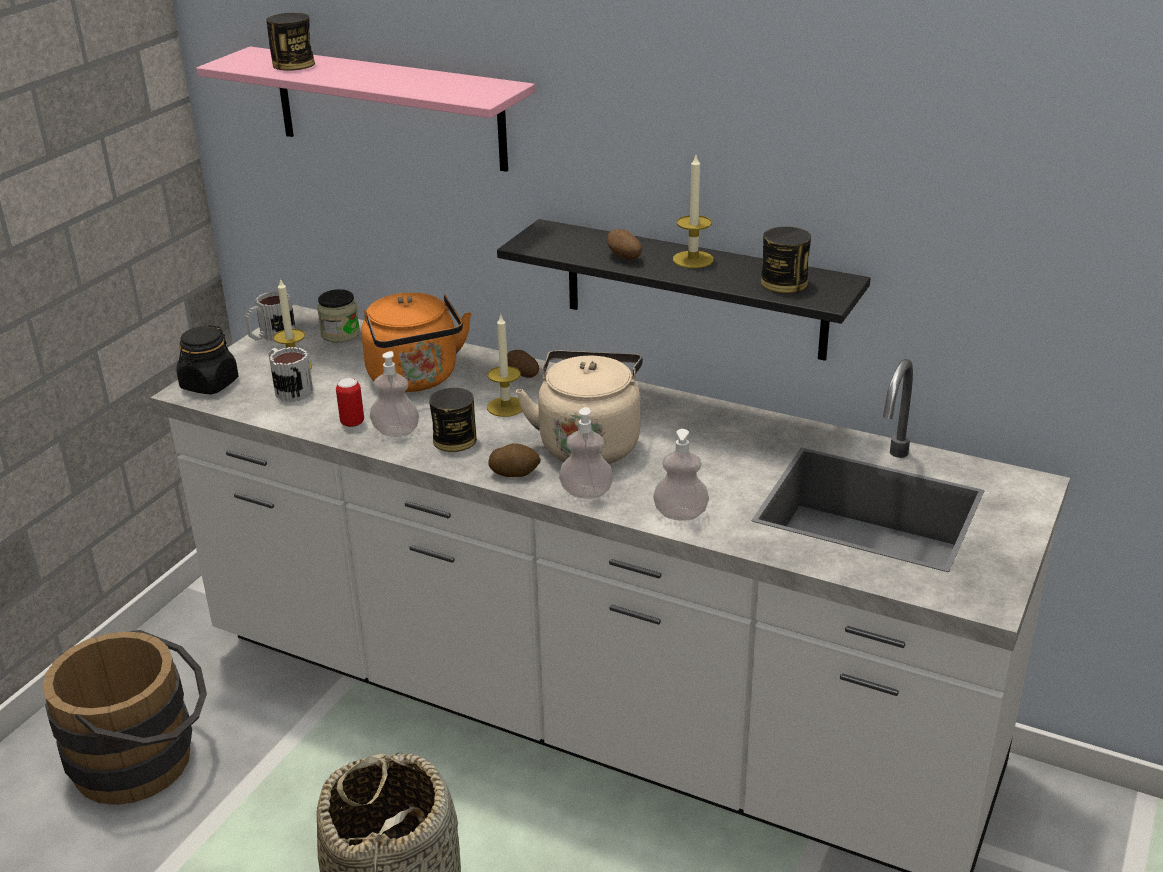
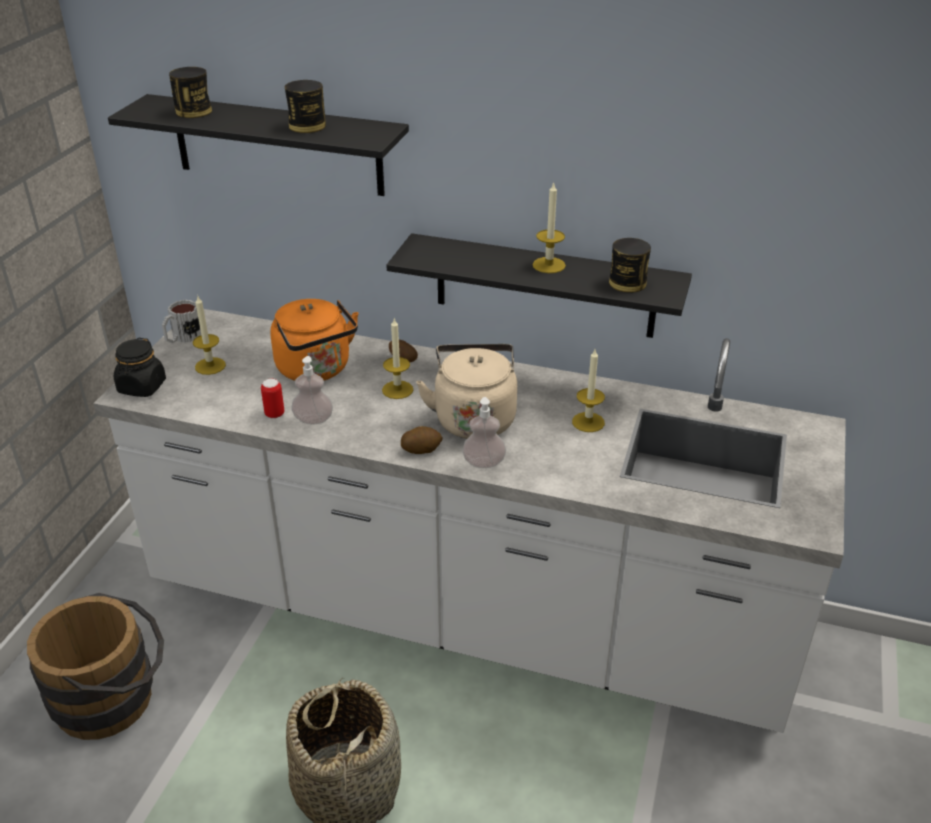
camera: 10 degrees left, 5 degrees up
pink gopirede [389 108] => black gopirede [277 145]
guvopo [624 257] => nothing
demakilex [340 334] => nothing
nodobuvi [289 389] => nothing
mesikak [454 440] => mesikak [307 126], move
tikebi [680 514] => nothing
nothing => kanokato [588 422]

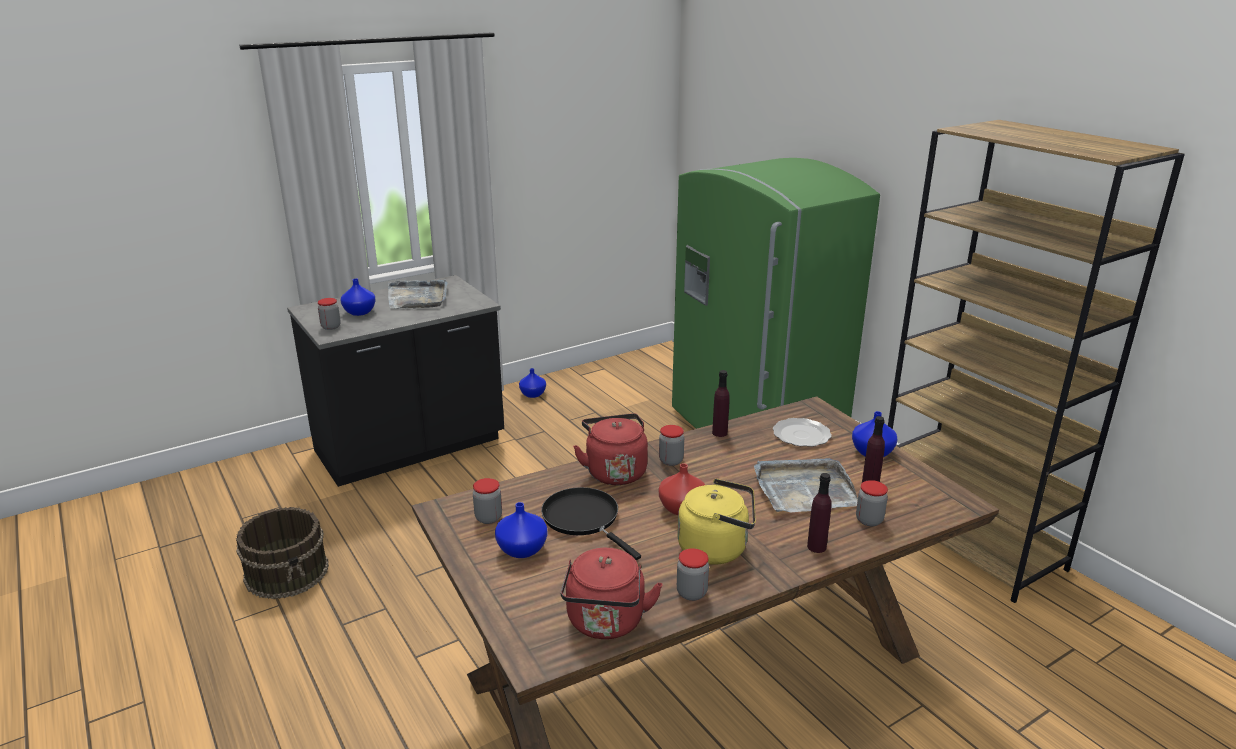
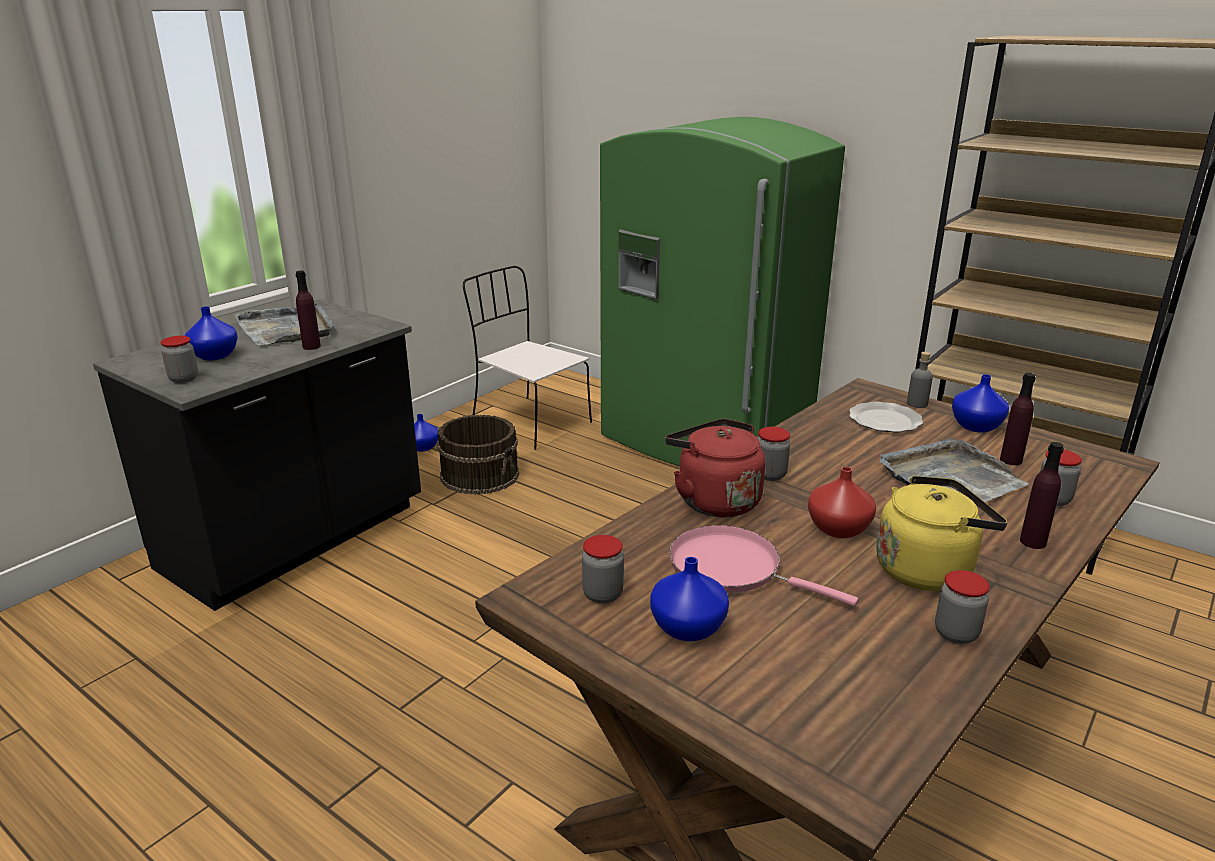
camera: 20 degrees left, 0 degrees up
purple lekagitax [719 433] => purple lekagitax [311 346], move
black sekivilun [584 519] => pink sekivilun [732 568]
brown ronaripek [287 571] => brown ronaripek [480 474], move
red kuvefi [606 623] => nothing
nothing => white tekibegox [529 422]
nothing => grey lekagitax [917 404]

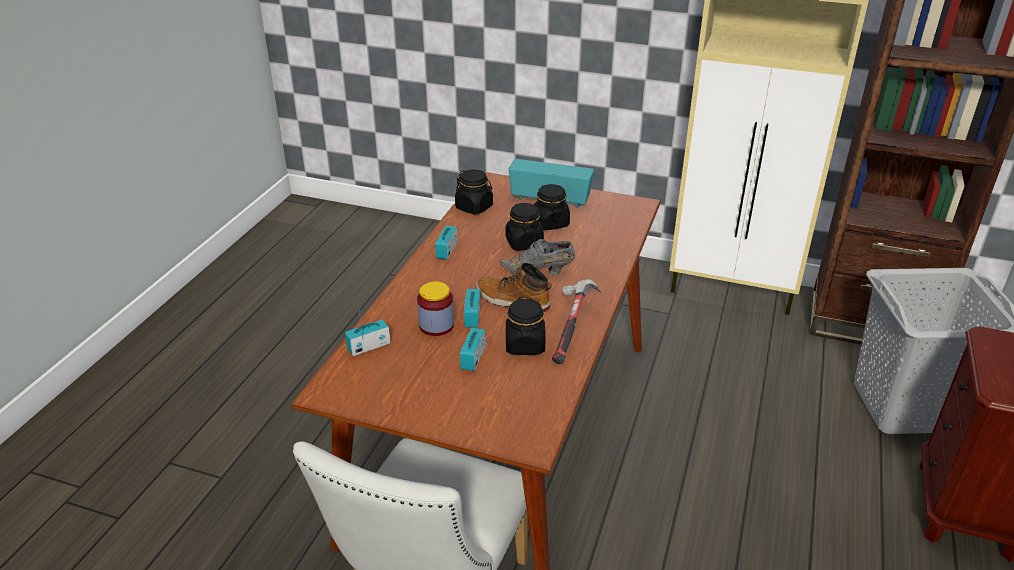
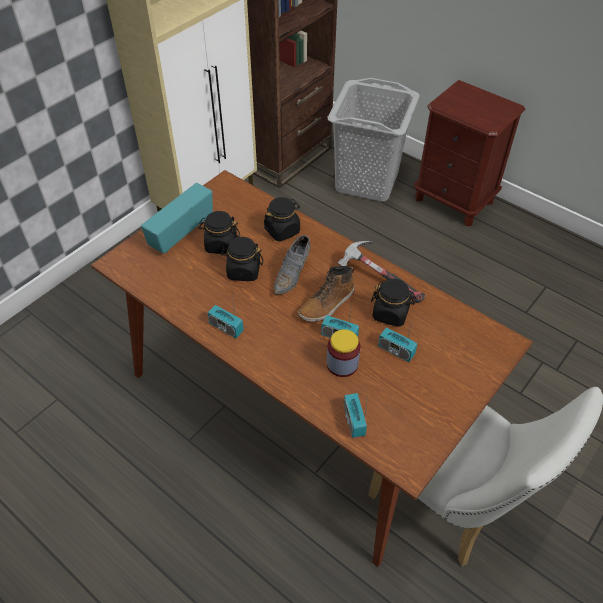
camera: 70 degrees left, 15 degrees up
black demakilex [474 207] => black demakilex [282 230], move

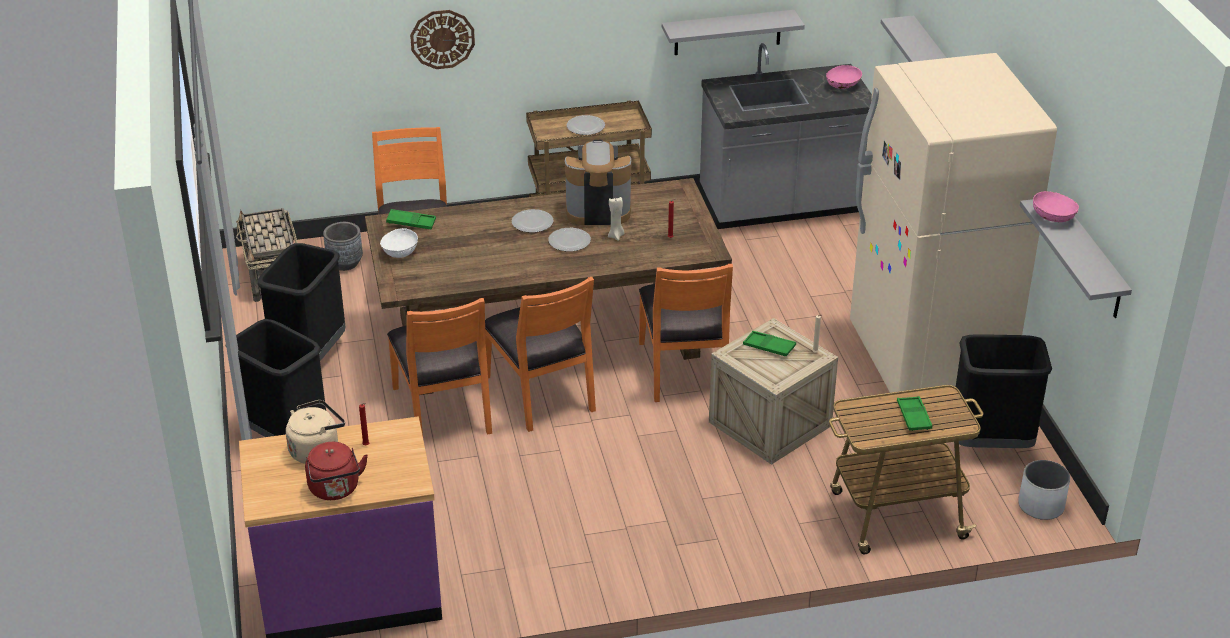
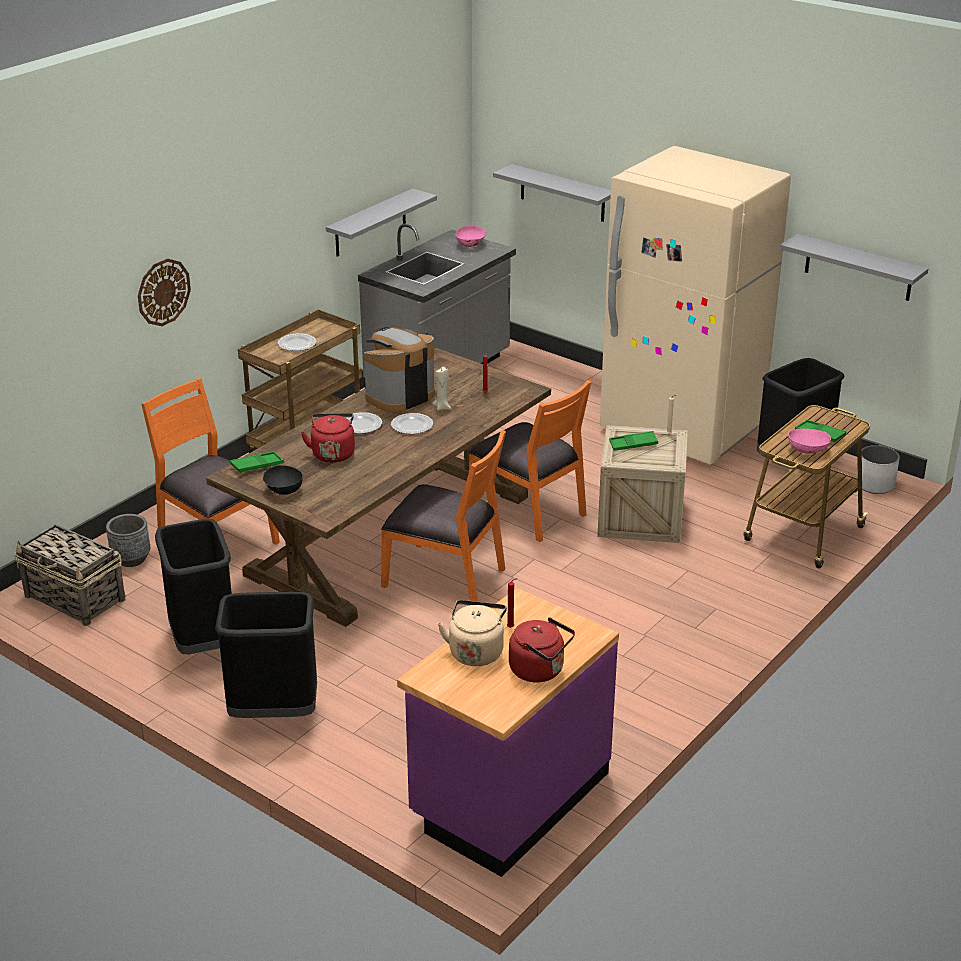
camera: 40 degrees left, 5 degrees down
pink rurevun [1053 217] => pink rurevun [807 450], move
white rurevun [400 252] => black rurevun [283 490]
orange tekibegox [444 410] => nothing
nothing => red kuvefi [333 453]

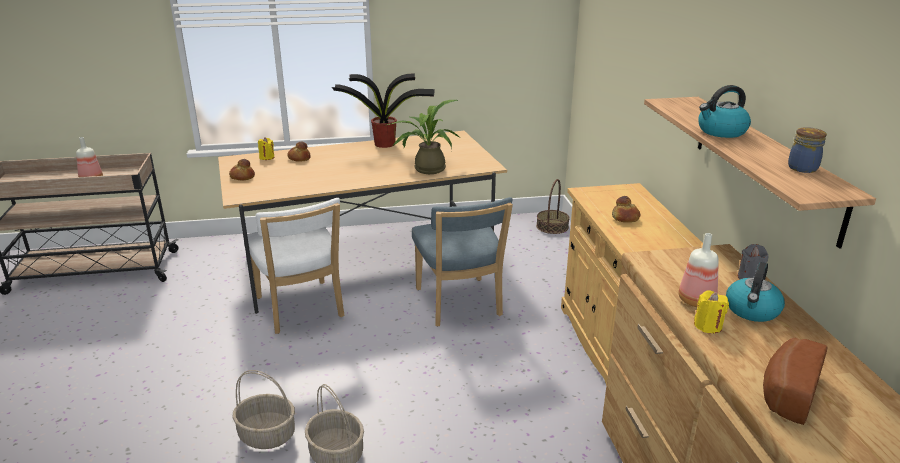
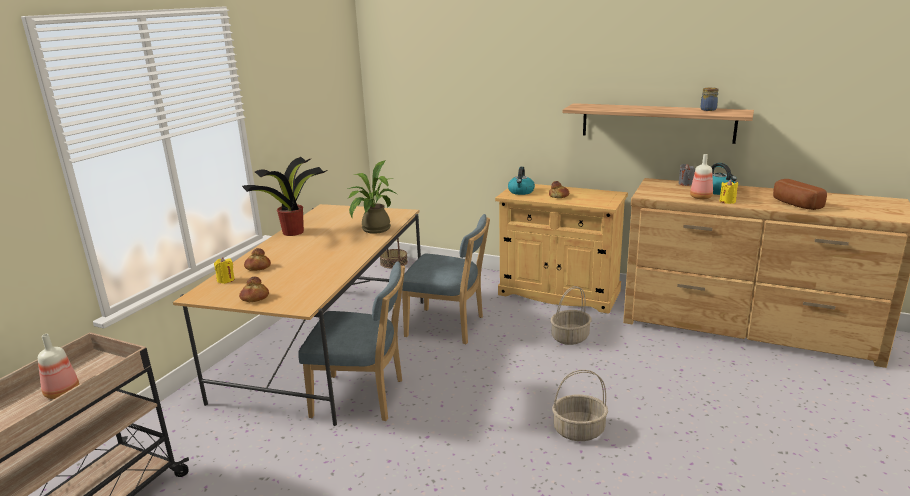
camera: 55 degrees left, 5 degrees down
kuvefi [721 131] => kuvefi [521 192], move
white tekibegox [301 309] => blue tekibegox [363 398]
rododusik [268 435] => rododusik [570 337], move

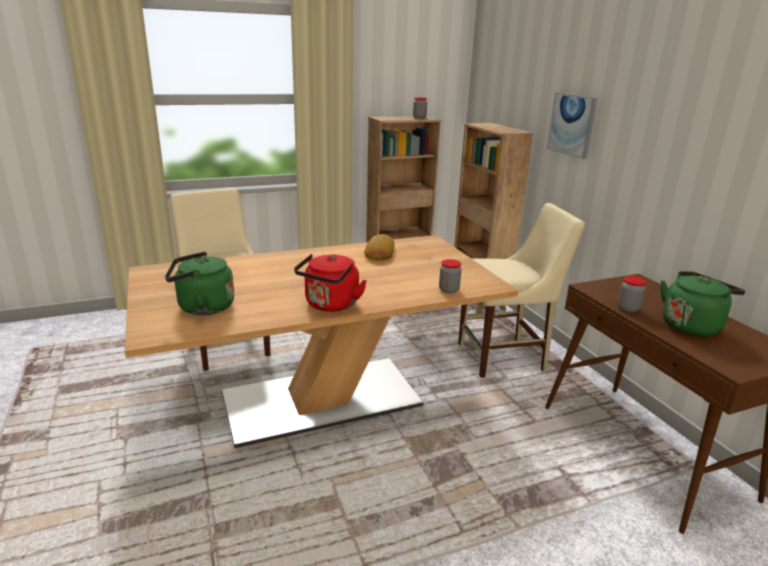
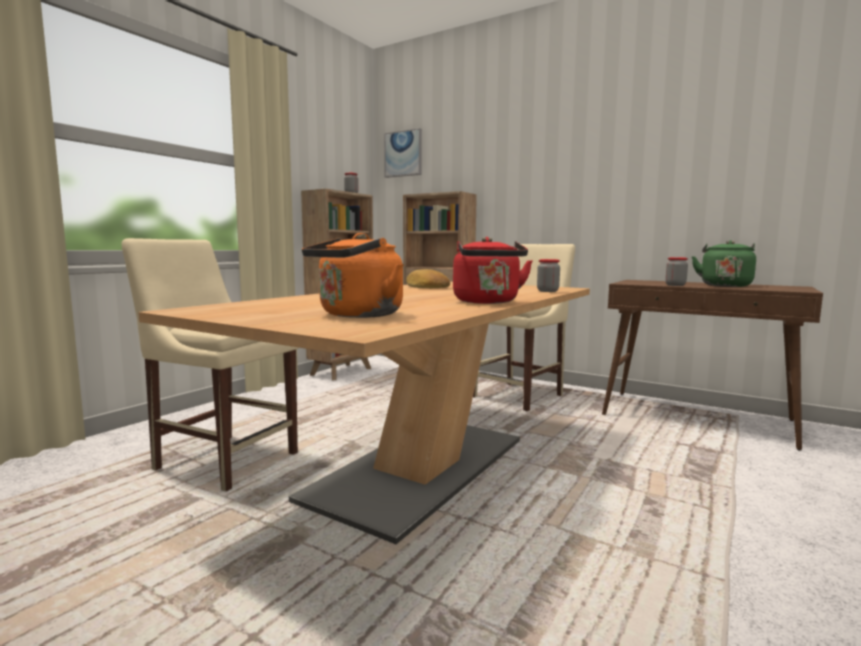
camera: 35 degrees left, 15 degrees down
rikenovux [572 124] => rikenovux [403 154], move
green kuvefi [202 307] => orange kuvefi [357 315]

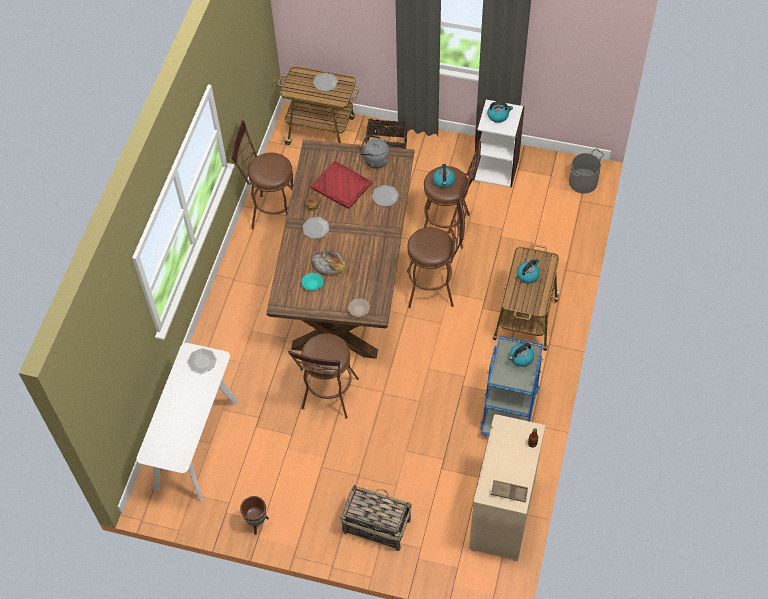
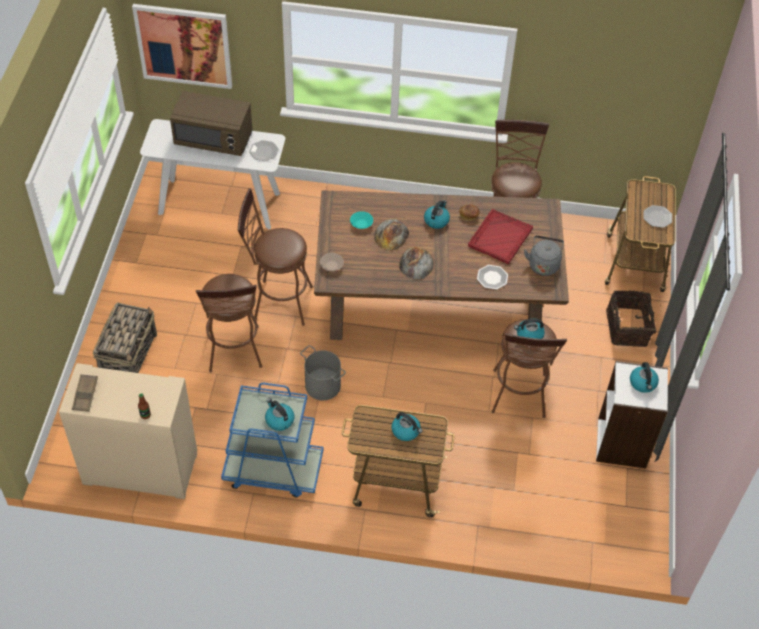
camera: 80 degrees right, 5 degrees down
grey ronaripek [583 182] => grey ronaripek [322 386], move
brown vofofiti [435 288] => brown vofofiti [234 353], move
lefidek [316 228] => kuvefi [436 220]
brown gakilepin [257 522] => nothing
nothing => rikenovux [184 45]
nothing => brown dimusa [214 139]
nothing => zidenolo [416 263]

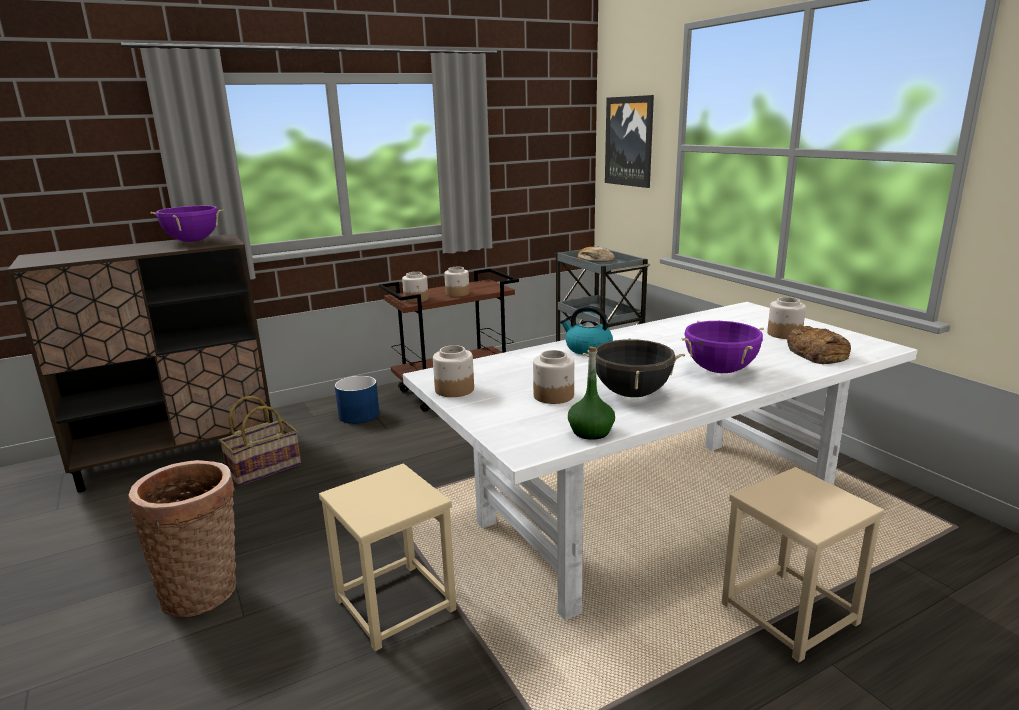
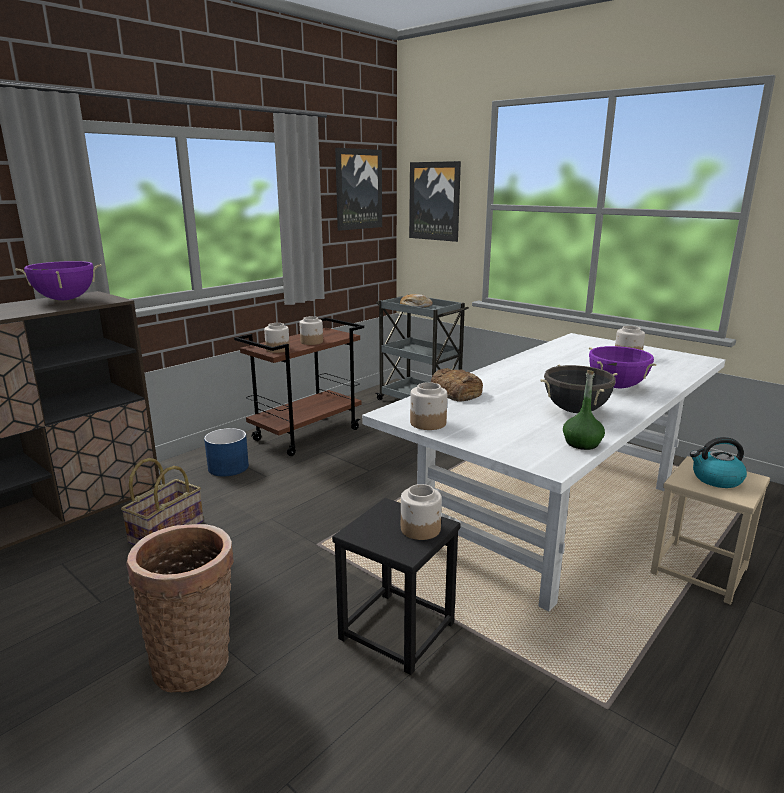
camera: 20 degrees left, 0 degrees up
kuvefi [587 349] => kuvefi [716 479], move
zidenolo [817 353] => zidenolo [456 392], move
demakilex [554 396] => demakilex [421 529], move
beige vofofiti [394 605] => black vofofiti [396 631]
nothing => rikenovux [358 189]

